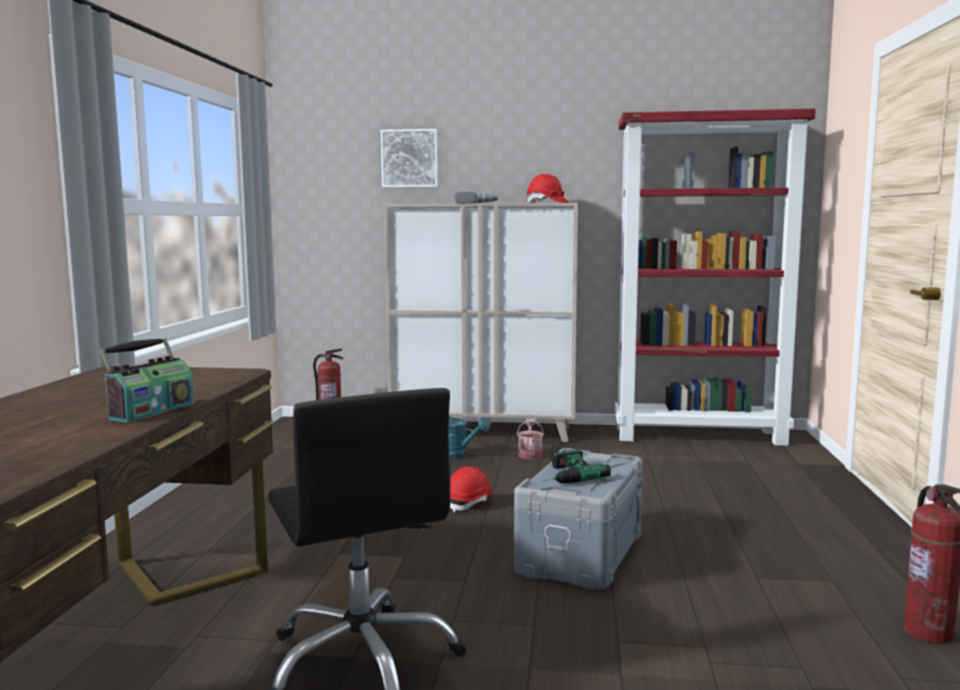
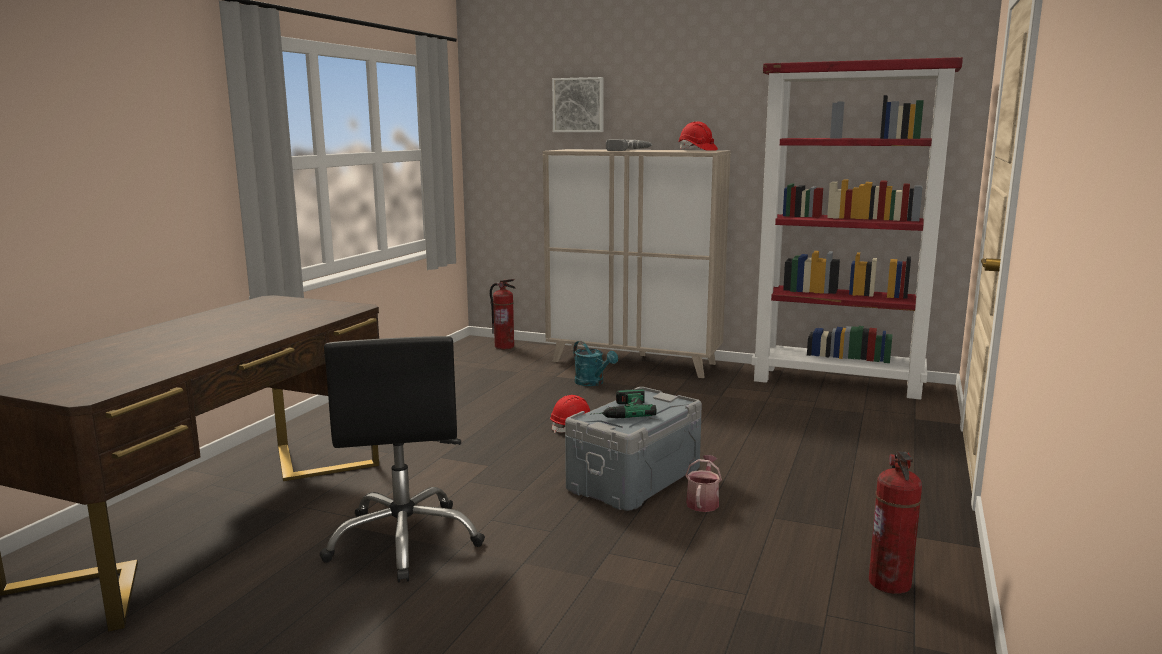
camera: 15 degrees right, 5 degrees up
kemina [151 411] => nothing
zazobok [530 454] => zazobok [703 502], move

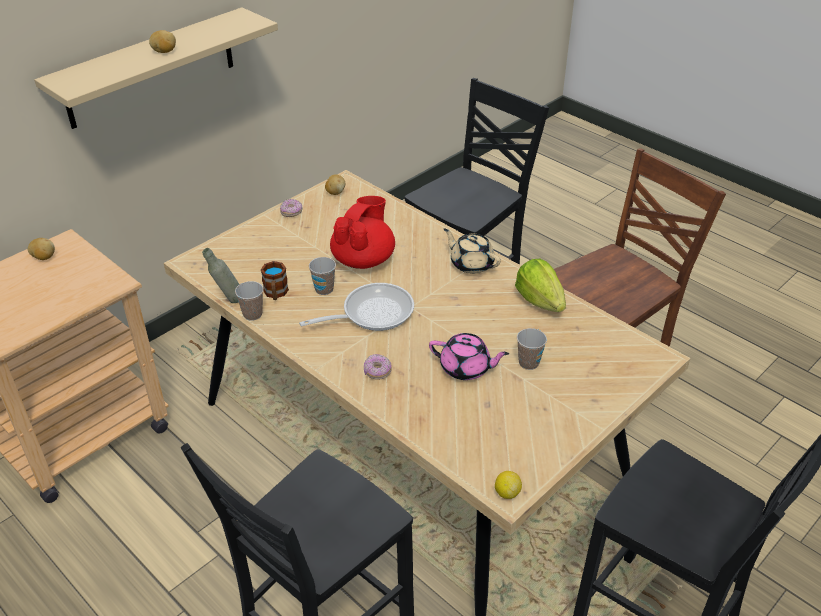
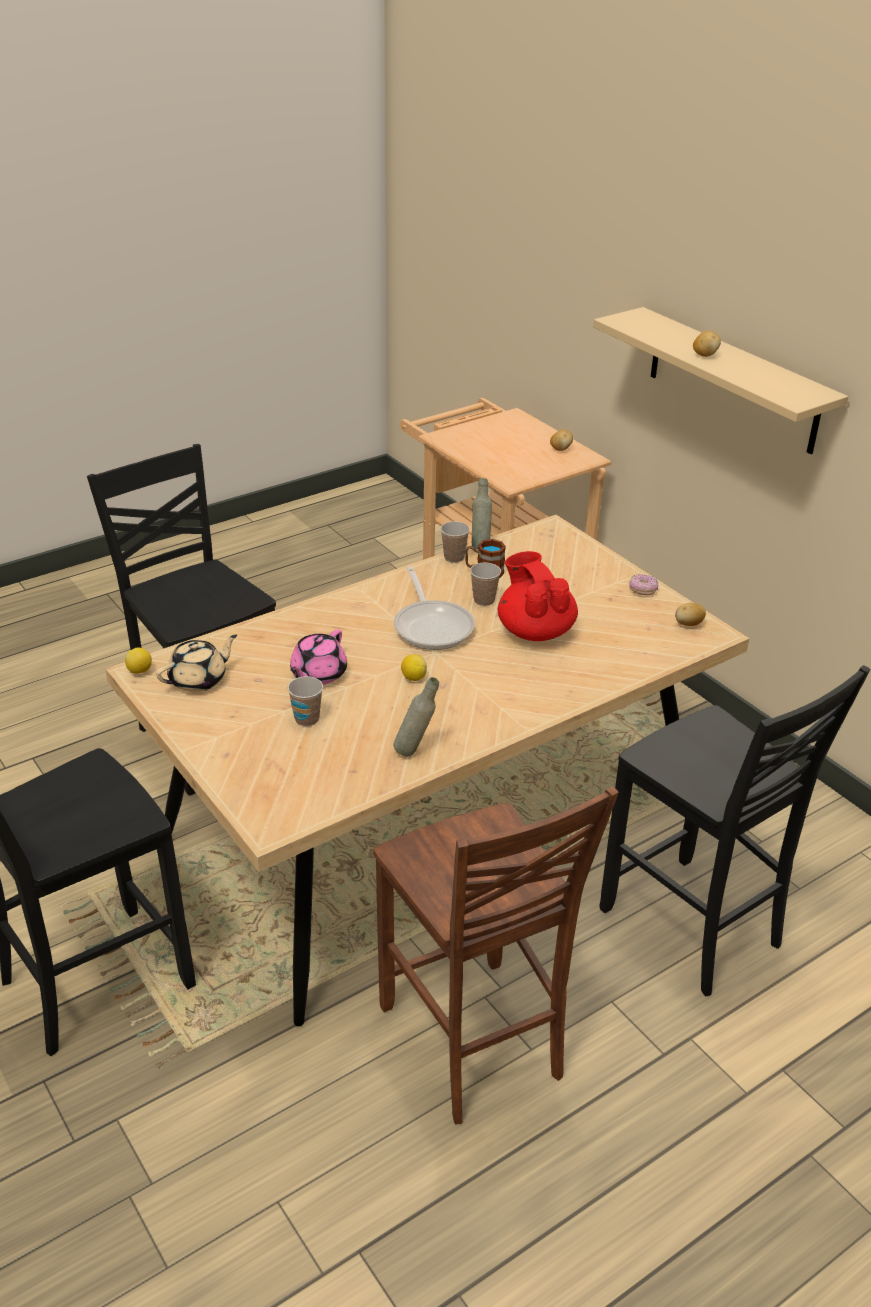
camera: 100 degrees right, 5 degrees down
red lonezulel [364 259] => red lonezulel [535 631], 150 degrees counterclockwise
beige lonezulel [471 264] => beige lonezulel [199 680], move
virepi [540 301] => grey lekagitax [415 751]
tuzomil [377 372] => nothing
nothing => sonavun [413 677]

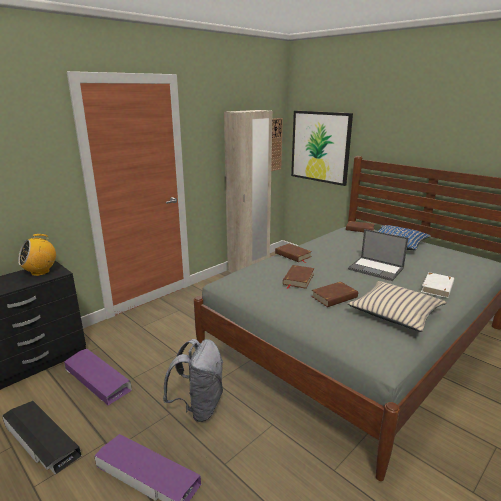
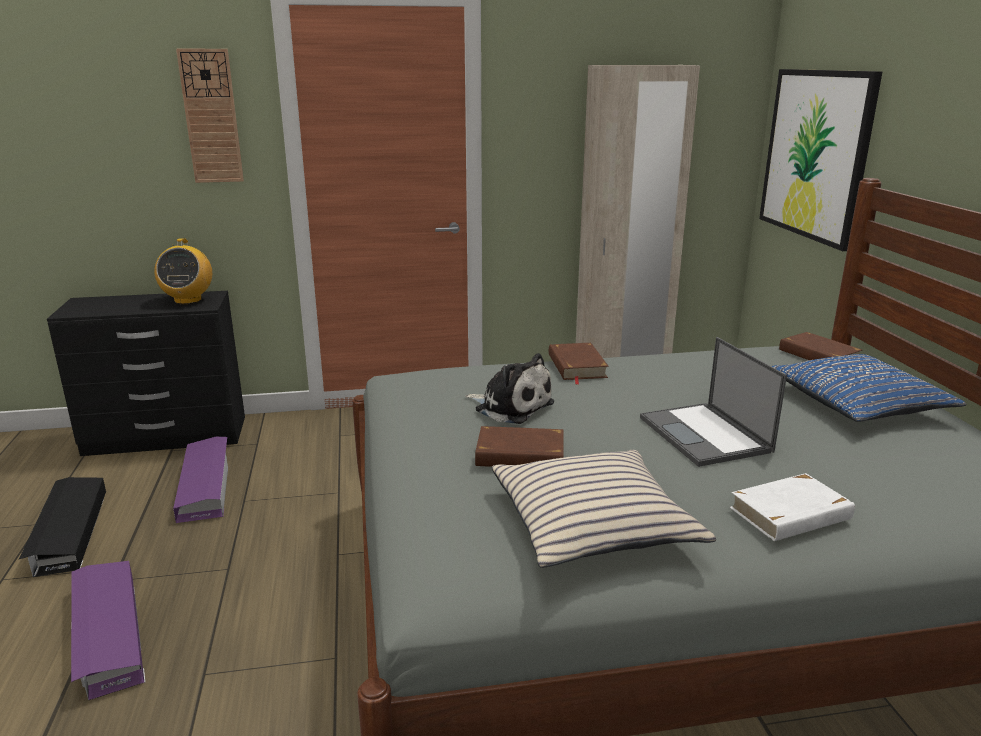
camera: 35 degrees right, 0 degrees up
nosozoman [274 144] => nosozoman [211 117], move
kemina [40 272] => kemina [188 300], 90 degrees counterclockwise
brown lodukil [298 279] => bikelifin [511 406]
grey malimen [199 407] => nothing

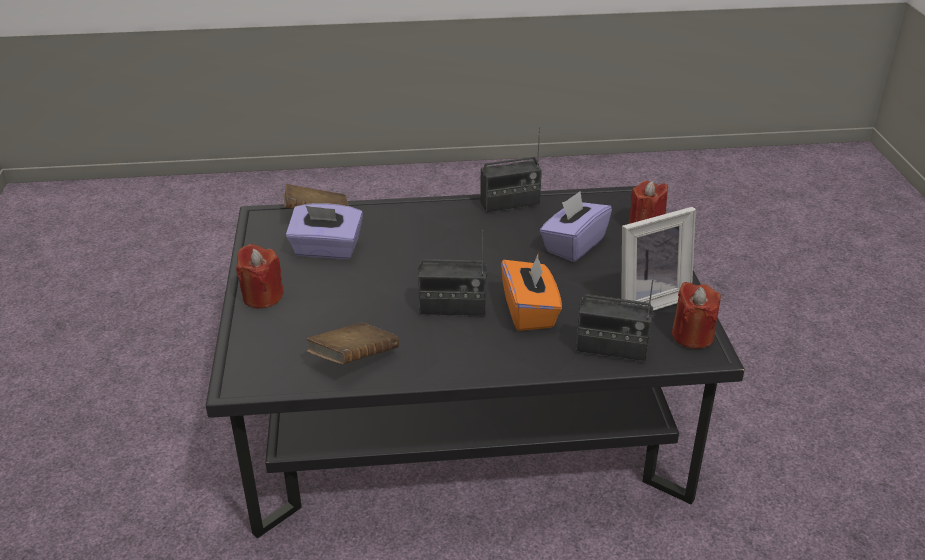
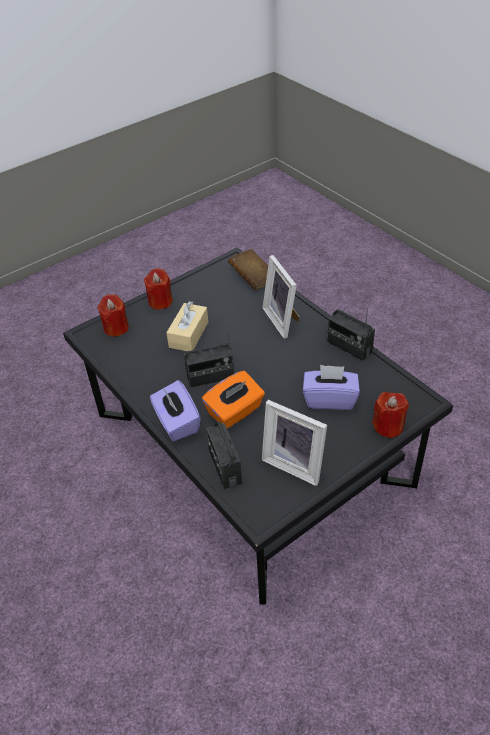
camera: 60 degrees right, 10 degrees up
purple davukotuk [326 250] => purple davukotuk [176 423], move
kemina [453 309] => kemina [210 377], 75 degrees counterclockwise
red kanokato [692 336] => red kanokato [116 328], move
brown lodukil [354 360] => nothing
nothing => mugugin [283 320]
nothing => beige davukotuk [189 334]

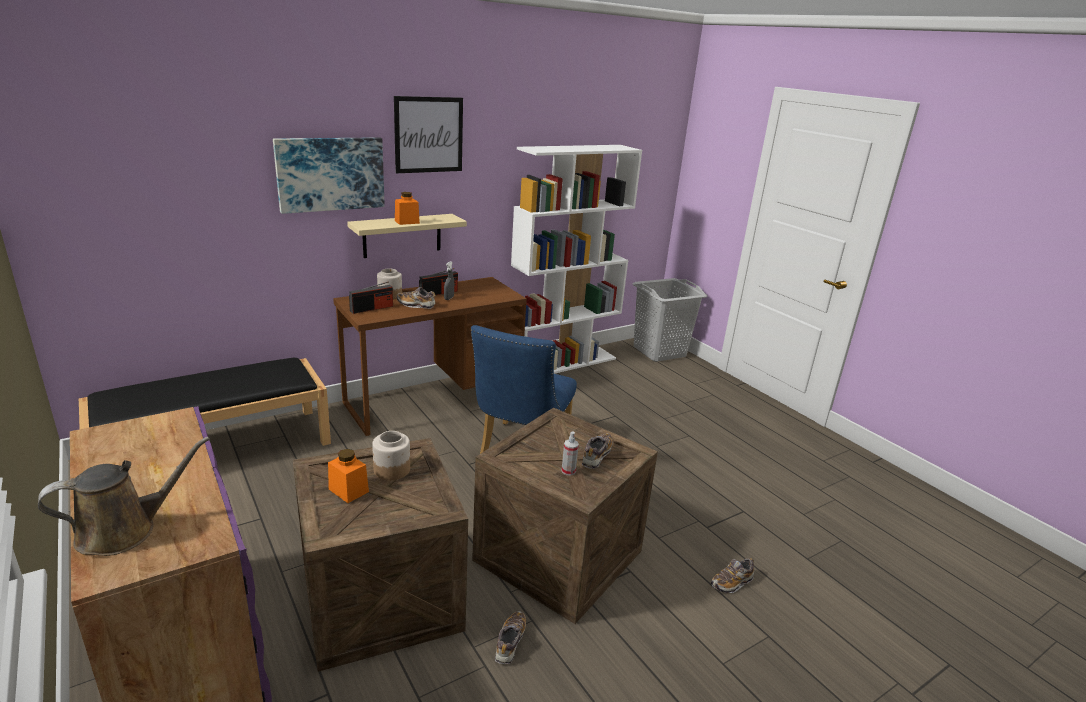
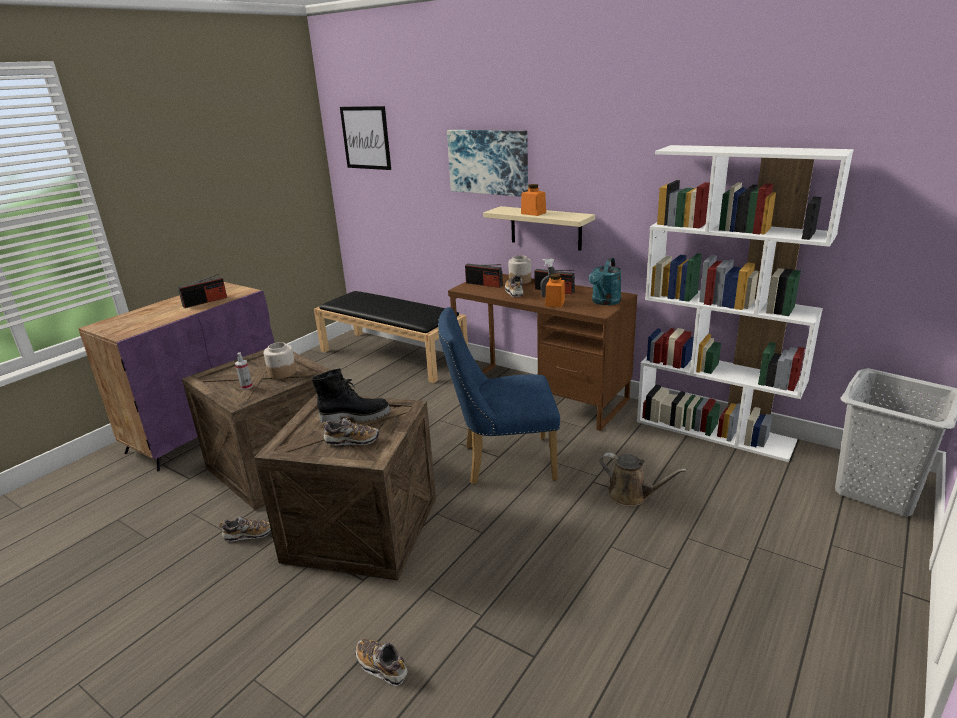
camera: 70 degrees right, 0 degrees up
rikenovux [429 135] => rikenovux [366 138], move
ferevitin [568 471] => ferevitin [246 386], move
brown zazobok [124 531] => brown zazobok [631 495], move
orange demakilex [348 490] => orange demakilex [555 303], move
nothing => turquoise zazobok [604 302]
nothing => kemina [205 301]
nothing => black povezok [355 417]

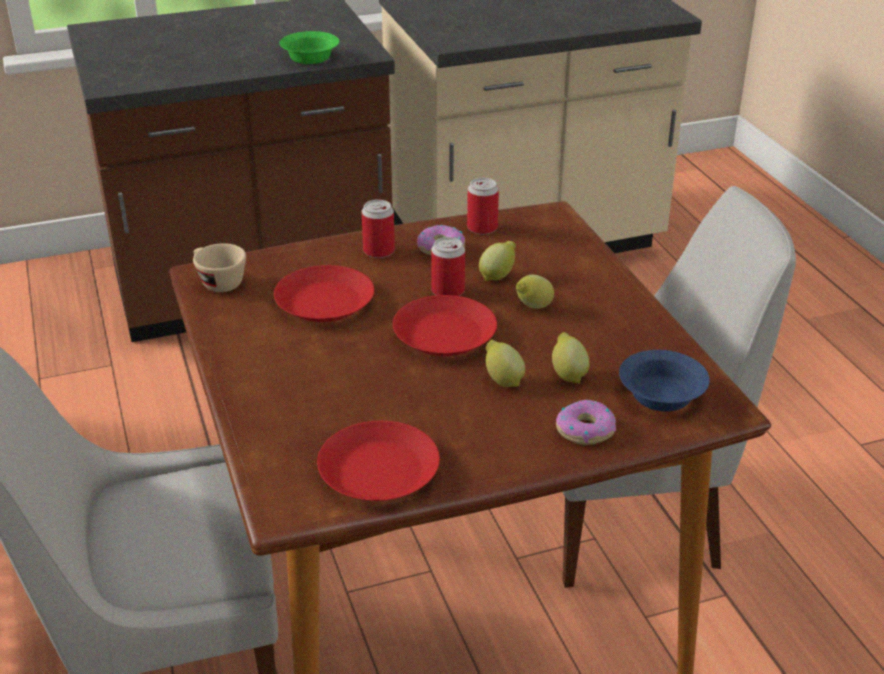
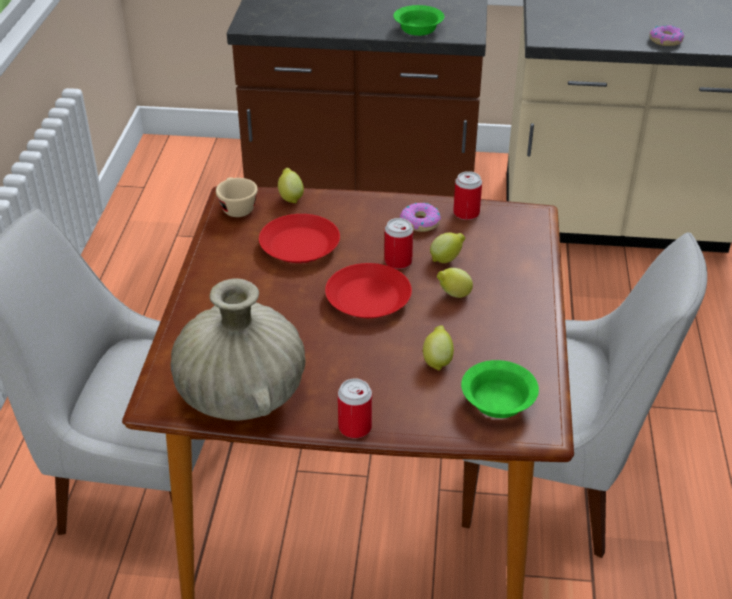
camera: 25 degrees right, 5 degrees up
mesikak [379 251] => mesikak [355 427], move
sonavun [502 380] => sonavun [290 197], move
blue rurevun [659 395] => green rurevun [496 401]
tuzomil [585 429] => tuzomil [665 40], move
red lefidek [380 471] => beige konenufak [242 394]

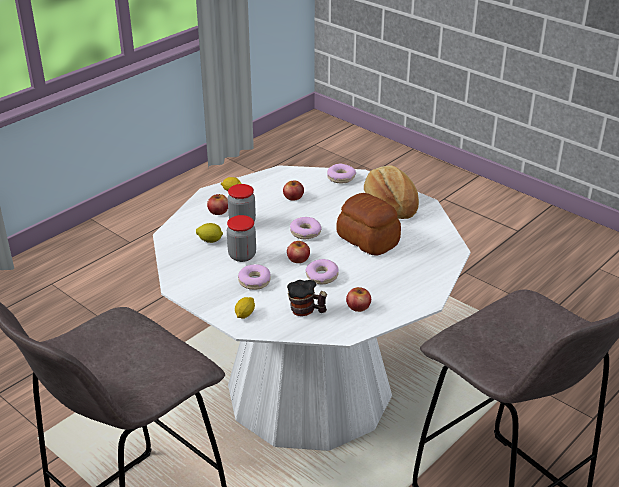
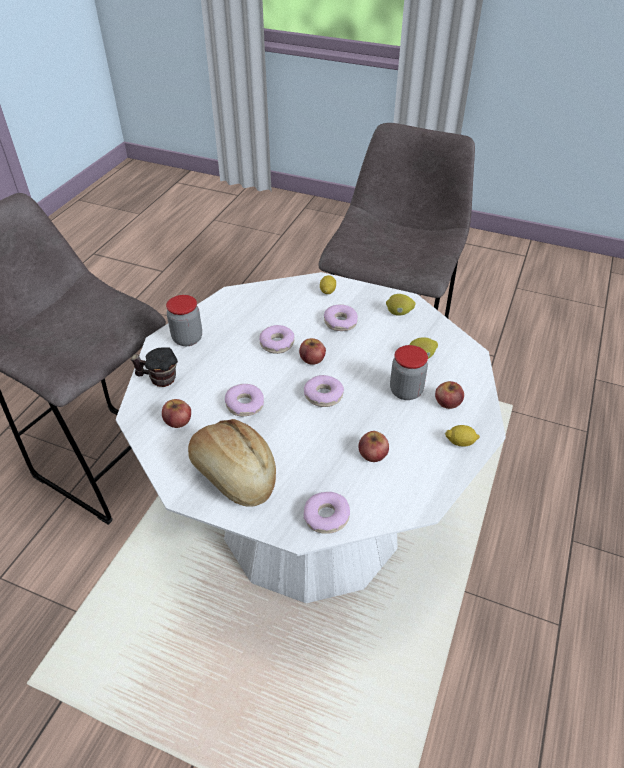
camera: 160 degrees right, 10 degrees up
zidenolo [368 239] => tuzomil [245 405]
demakilex [242 255] => demakilex [187 339], move
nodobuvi [306 311] => nodobuvi [159 379], move
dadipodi [358 306] => dadipodi [178 420], move
nothing => sonavun [399 313]

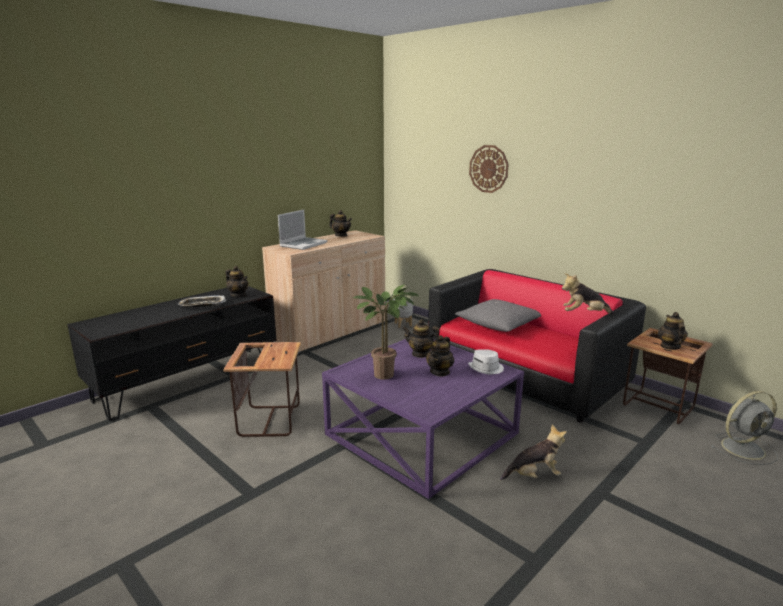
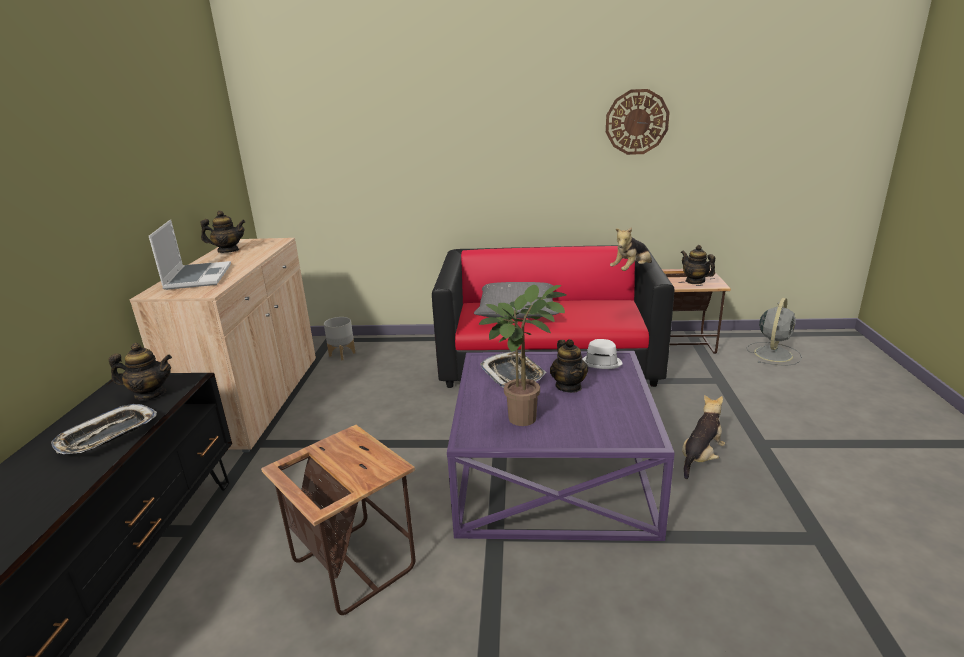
camera: 40 degrees left, 5 degrees up
nosozoman [488 169] => nosozoman [636 122], move
lonezulel [421 354] => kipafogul [513 374]

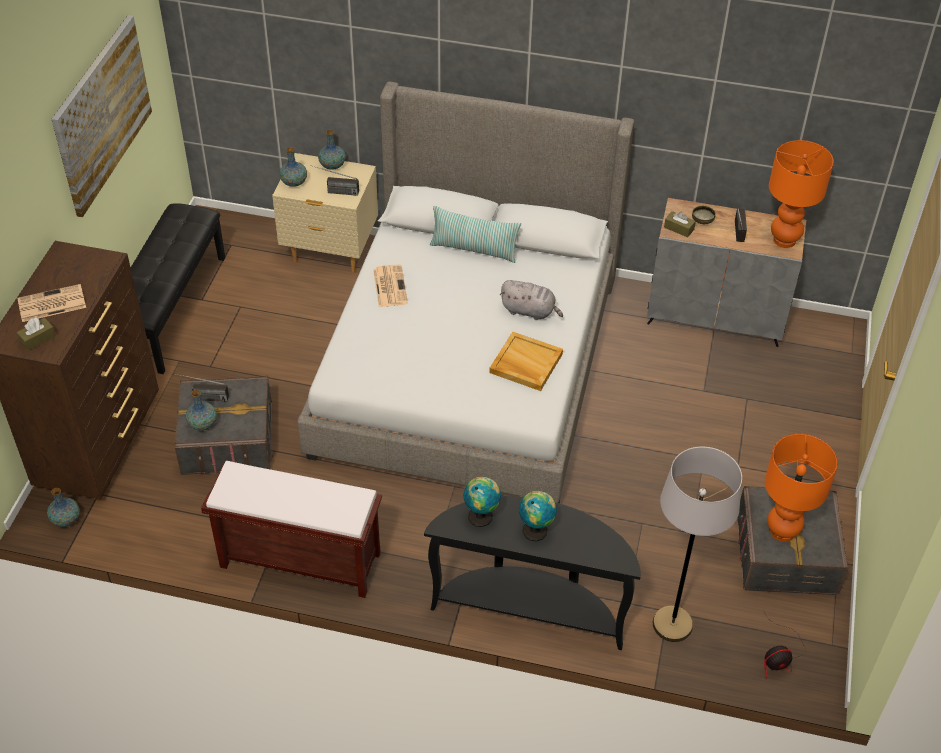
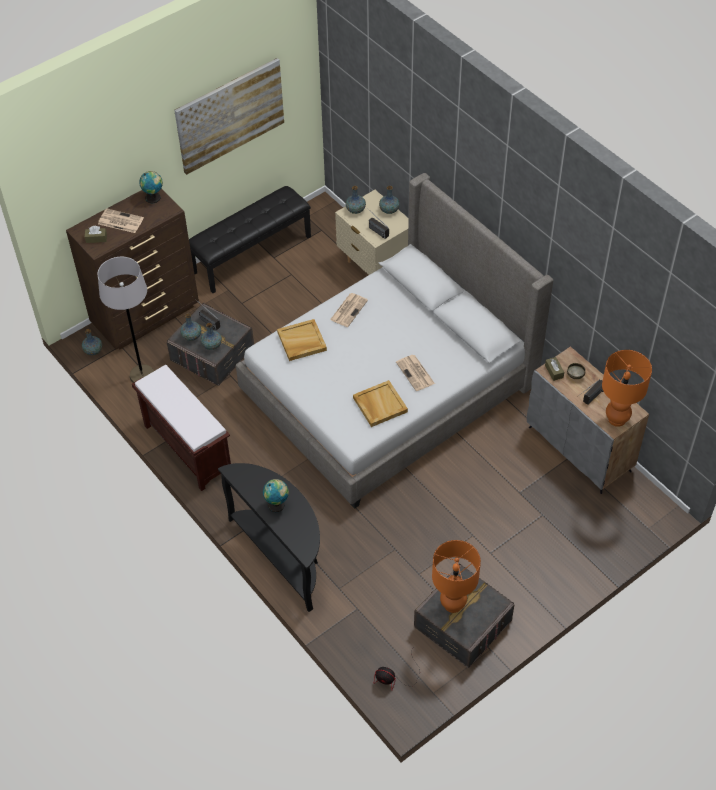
camera: 40 degrees right, 5 degrees up
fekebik [474 249] => nothing
grey bikelifin [530 311] => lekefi [416 373]
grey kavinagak [672 625] => grey kavinagak [142 375], move
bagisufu [481 515] => bagisufu [154 198], move
nothing => beige kipafogul [301 342]
nothing => konenufak [212 345]

